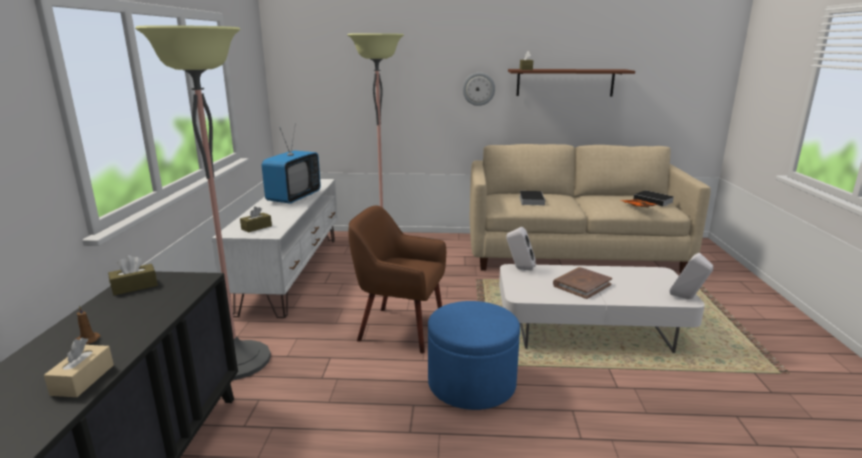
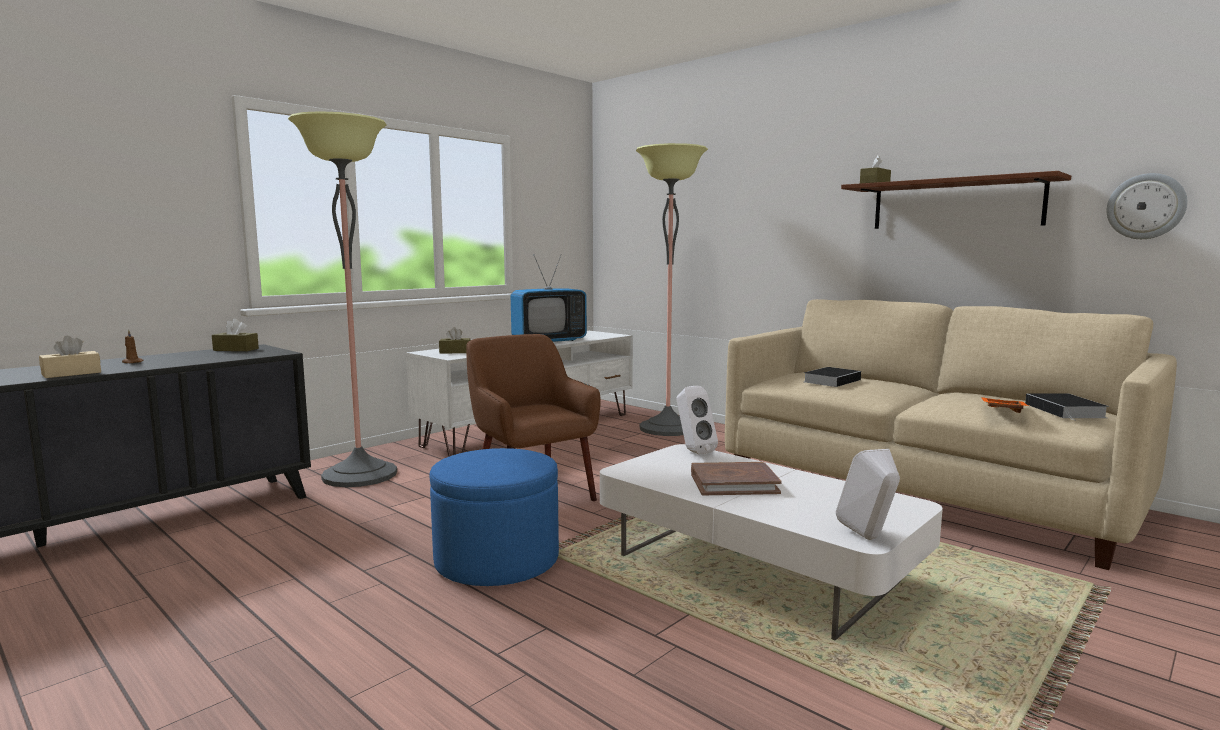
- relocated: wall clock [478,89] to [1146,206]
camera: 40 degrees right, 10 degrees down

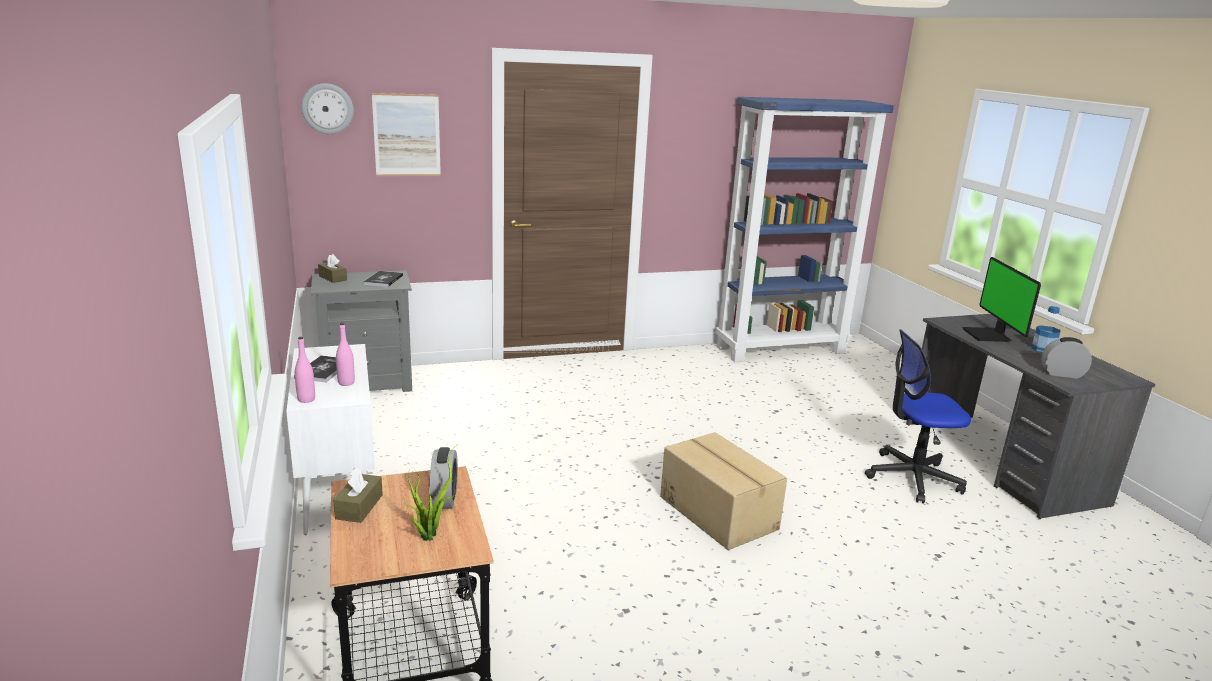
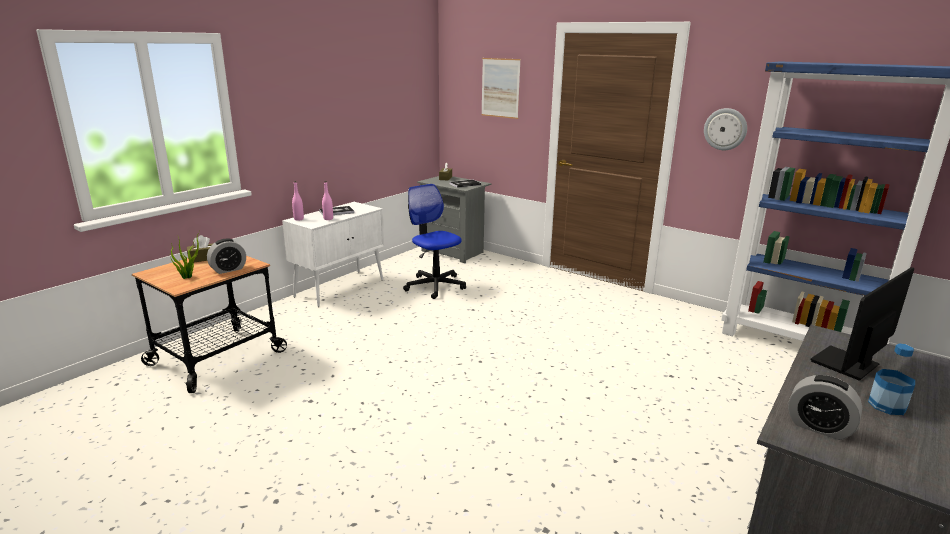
- missing: cardboard box [719,512]
- relocated: wall clock [327,108] to [725,129]
- relocated: office chair [912,477] to [435,286]
- spun: alarm clock [1062,374] = [819,427] 150 degrees clockwise
camera: 55 degrees right, 0 degrees up

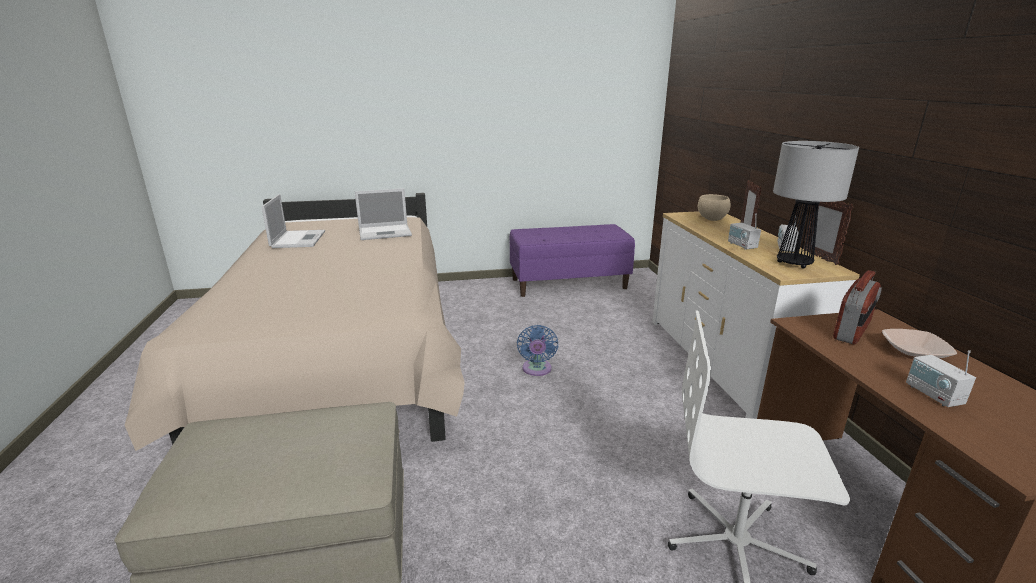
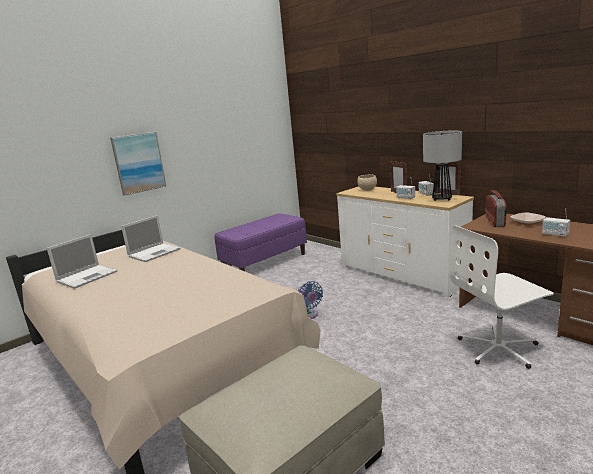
- appeared: picture [138,163]
- spun: laptop [298,239] = [88,276] 75 degrees clockwise
camera: 30 degrees left, 5 degrees down

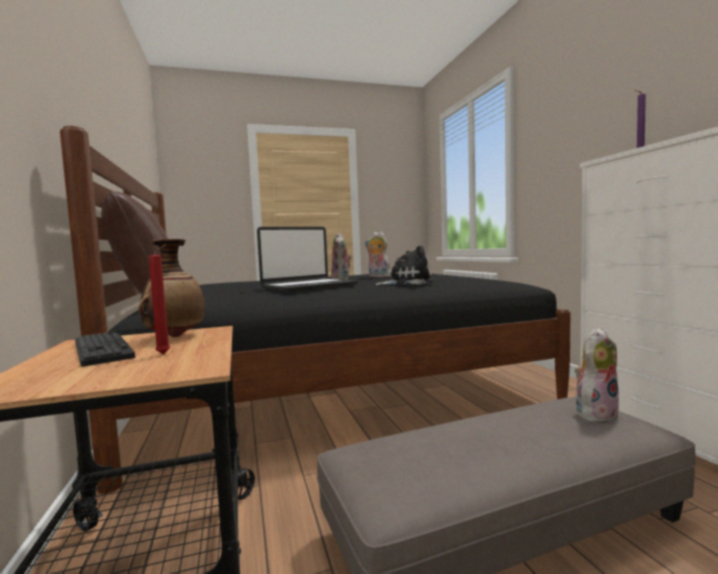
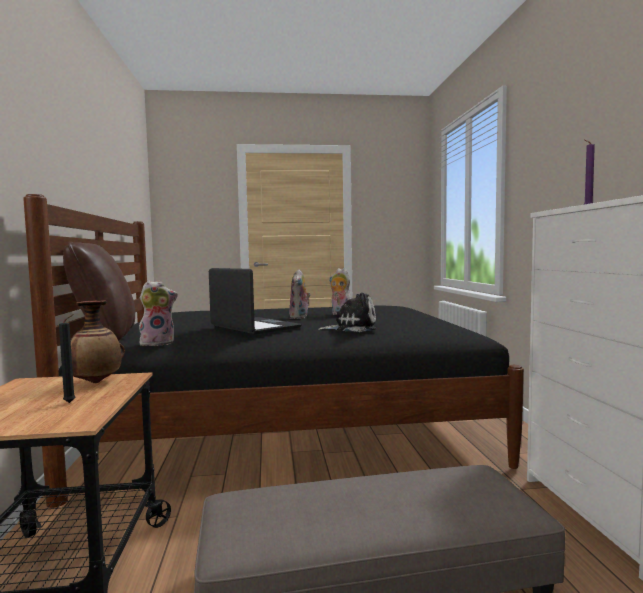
- missing: keyboard [102,349]
- relocated: plush toy [595,414] to [158,343]
- colour: red candle [166,354] to black candle [71,402]
- spun: laptop [308,286] = [254,327] 105 degrees counterclockwise
camera: 10 degrees right, 0 degrees up

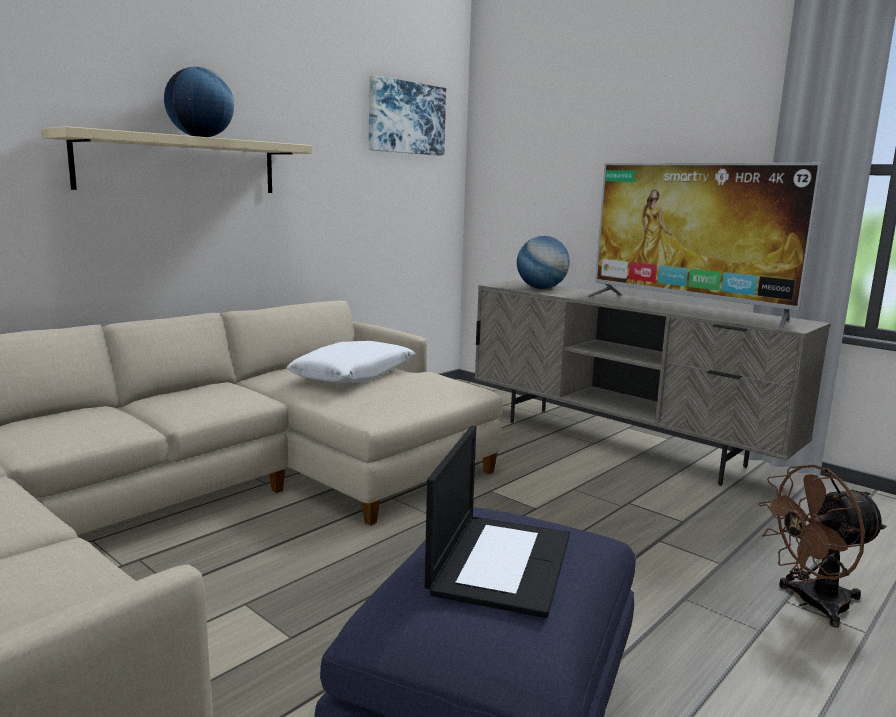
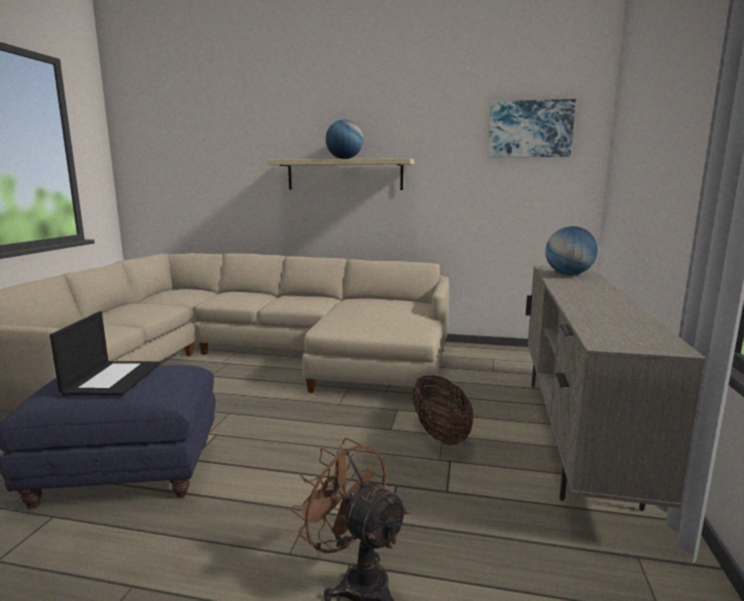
- missing: white pillow [354,375]
- missing: television [687,308]
- appeared: basket [440,434]
- spun: laptop [500,562] = [112,378] 75 degrees counterclockwise
camera: 60 degrees right, 0 degrees up

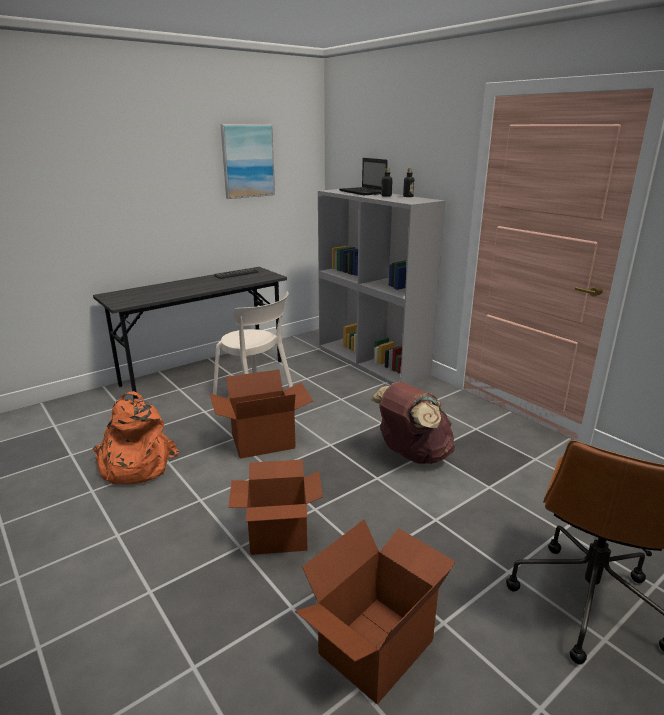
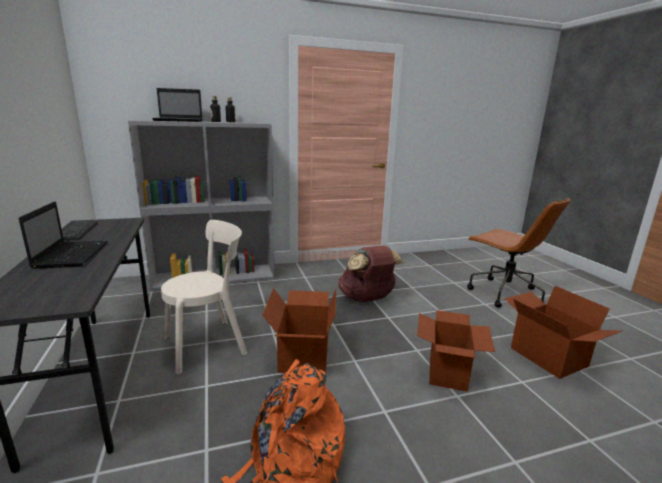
- missing: picture [248,161]
- appeared: laptop [72,254]
camera: 70 degrees left, 5 degrees down

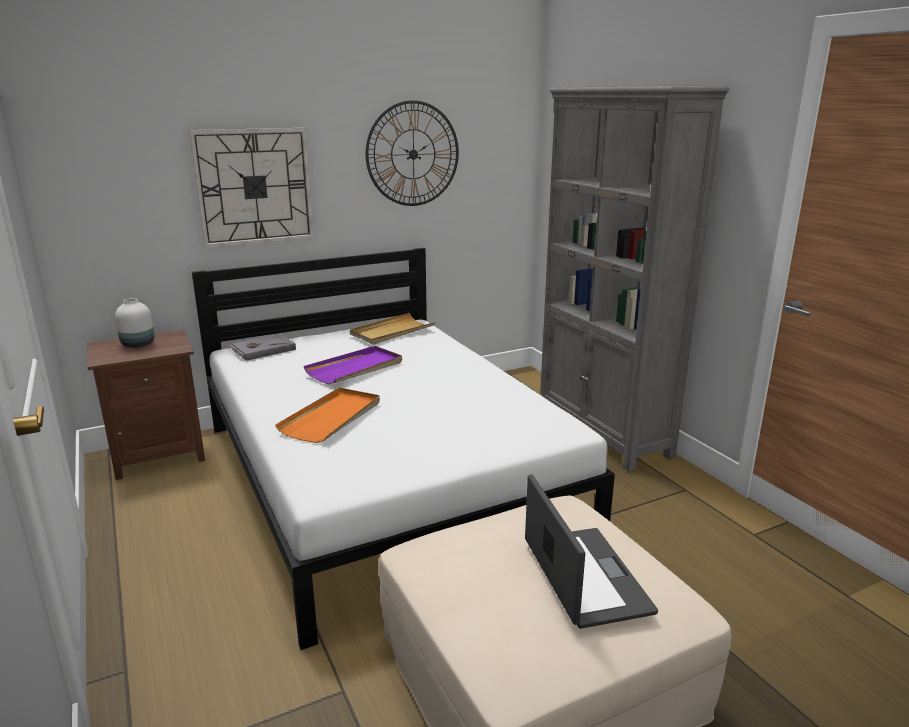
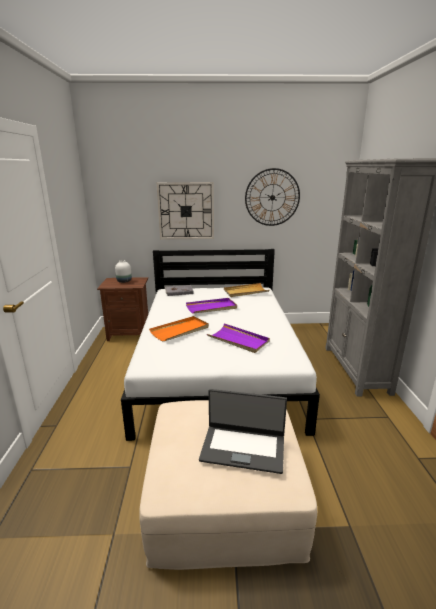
- appeared: purple tray [238,340]
- spun: laptop [584,576] = [243,448] 90 degrees clockwise
camera: 25 degrees right, 0 degrees up

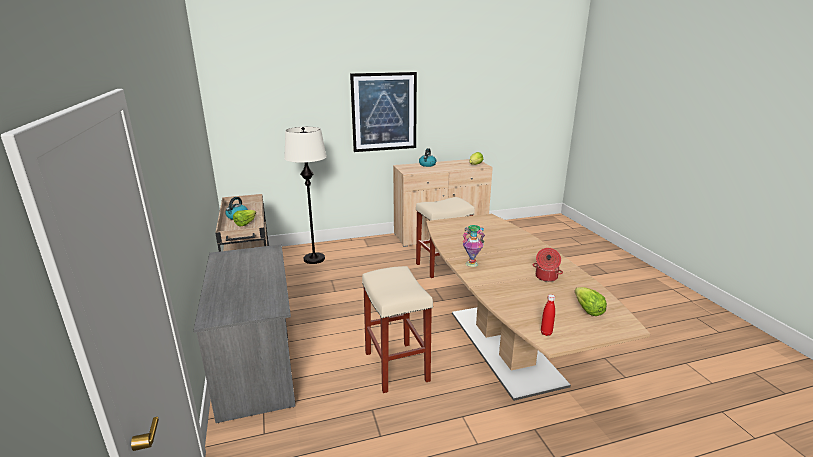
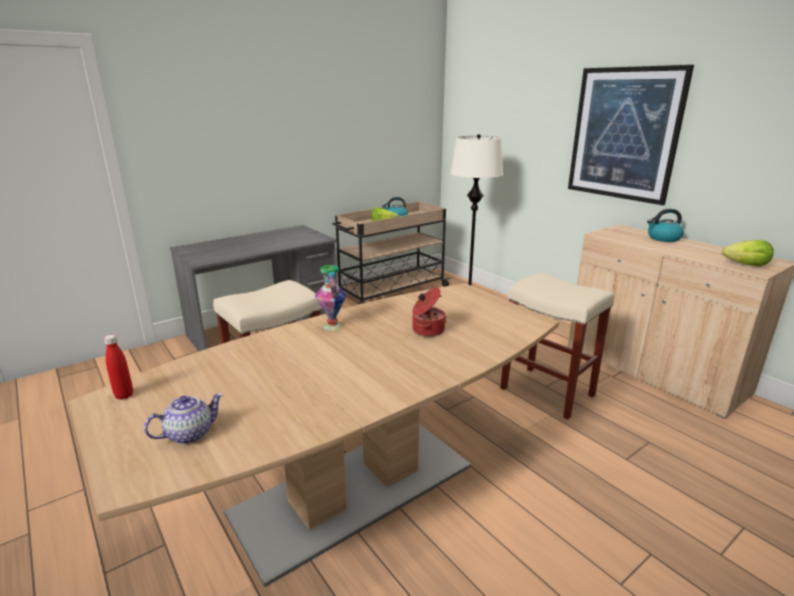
- relocated: cooking pot [546,277] to [427,330]
- exchanged: lettuce [588,310] to teapot [190,433]
camera: 70 degrees right, 0 degrees up

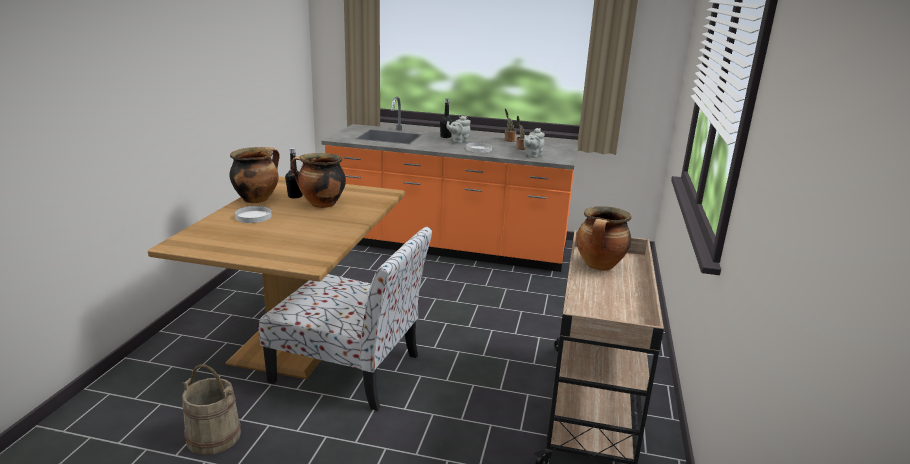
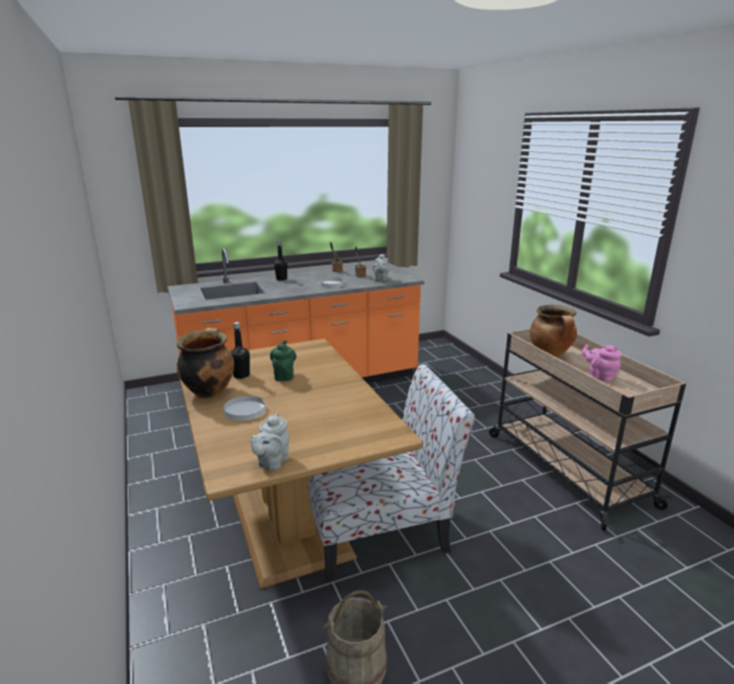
- appeared: pink teapot [599,376]
- relocated: grey teapot [458,141] to [271,463]
- exchanged: cooking pot [321,205] to green teapot [284,375]
camera: 35 degrees left, 0 degrees up

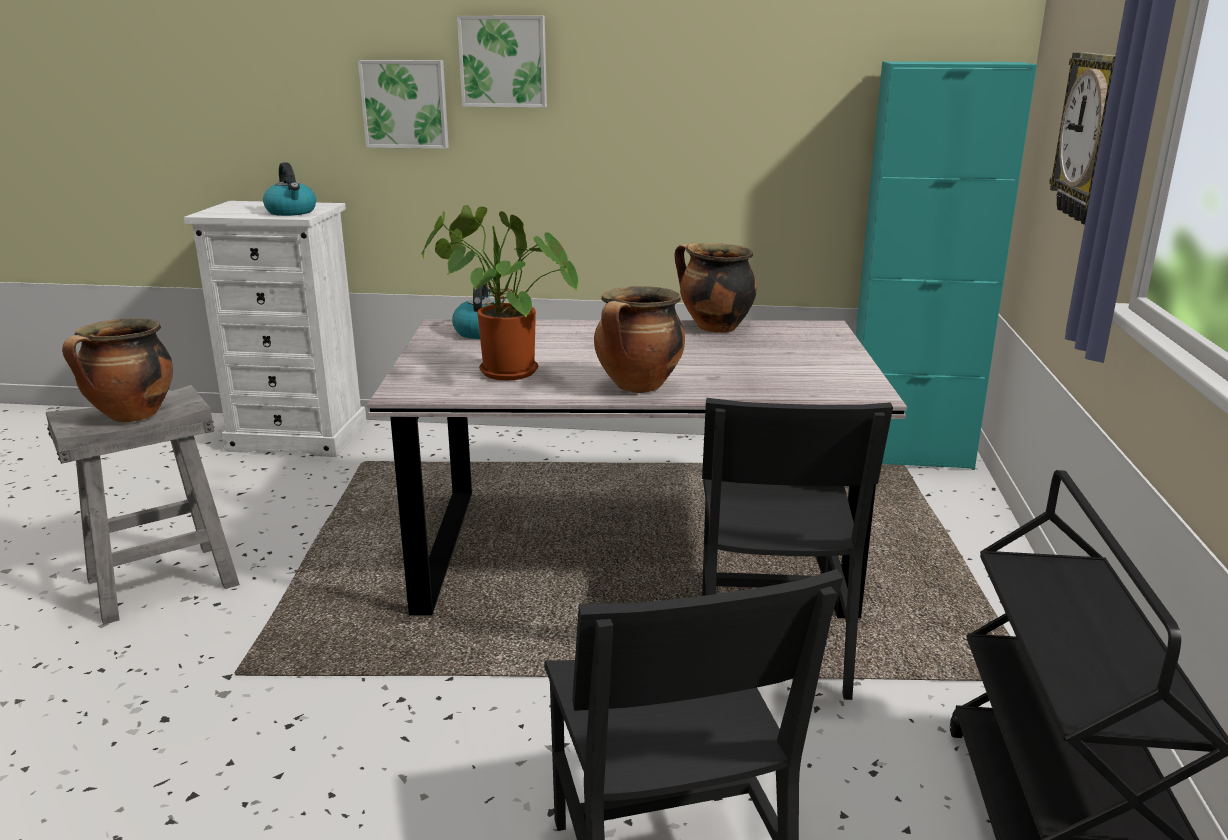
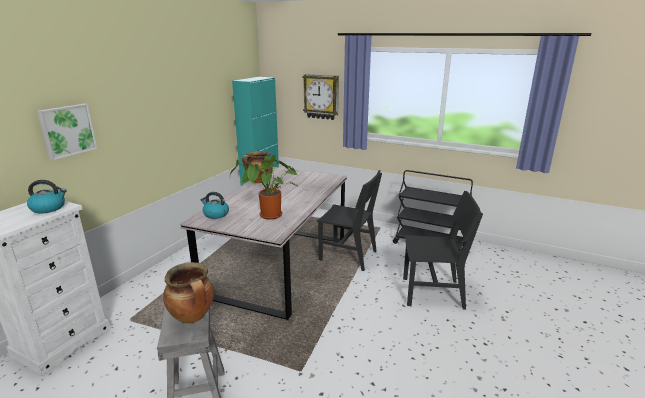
- missing: picture [503,61]
- missing: cooking pot [638,387]
camera: 70 degrees left, 0 degrees up

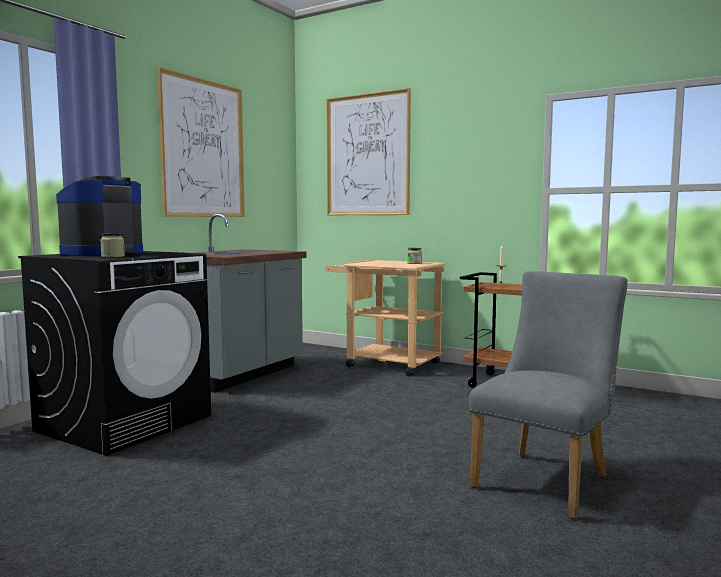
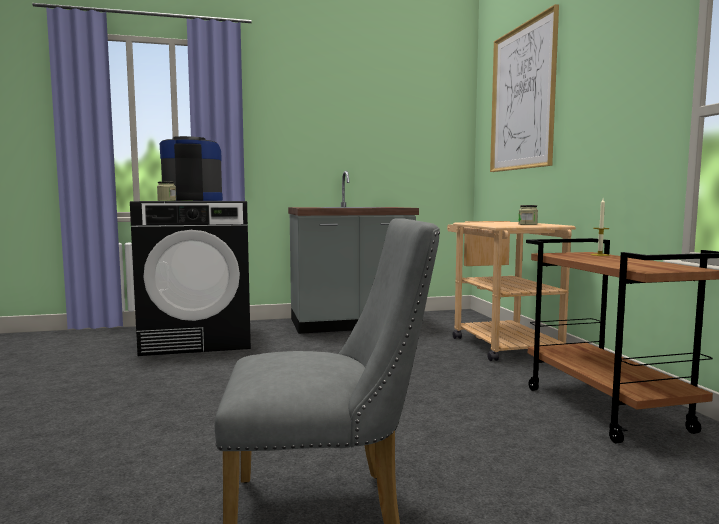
- missing: picture [203,149]
camera: 45 degrees right, 0 degrees up

